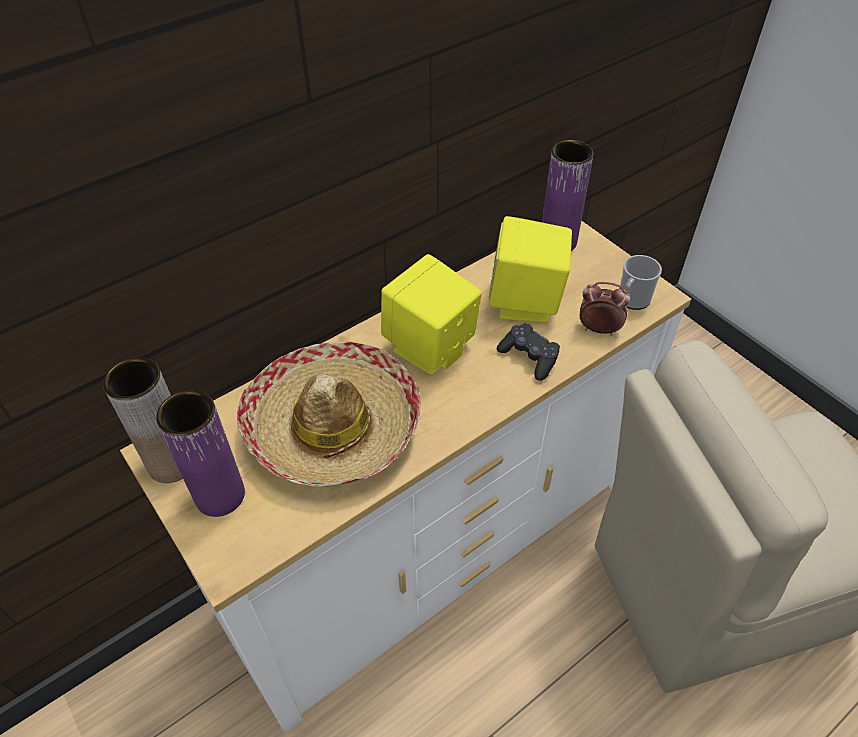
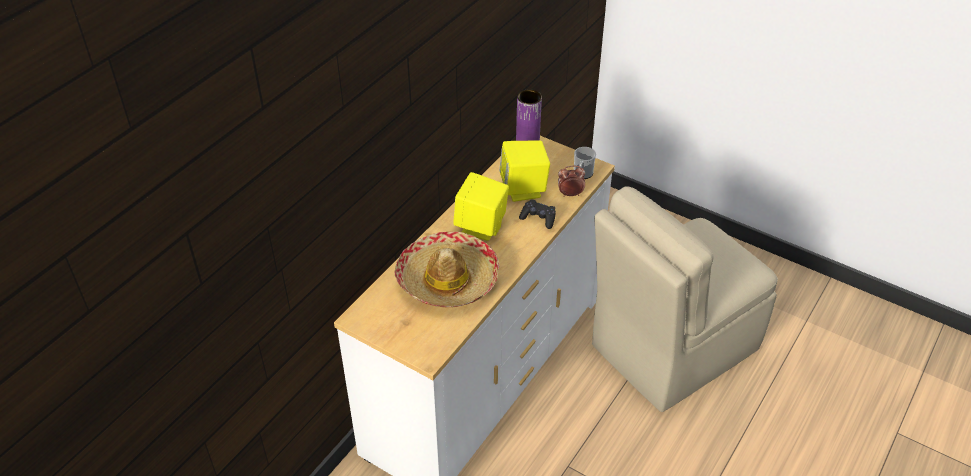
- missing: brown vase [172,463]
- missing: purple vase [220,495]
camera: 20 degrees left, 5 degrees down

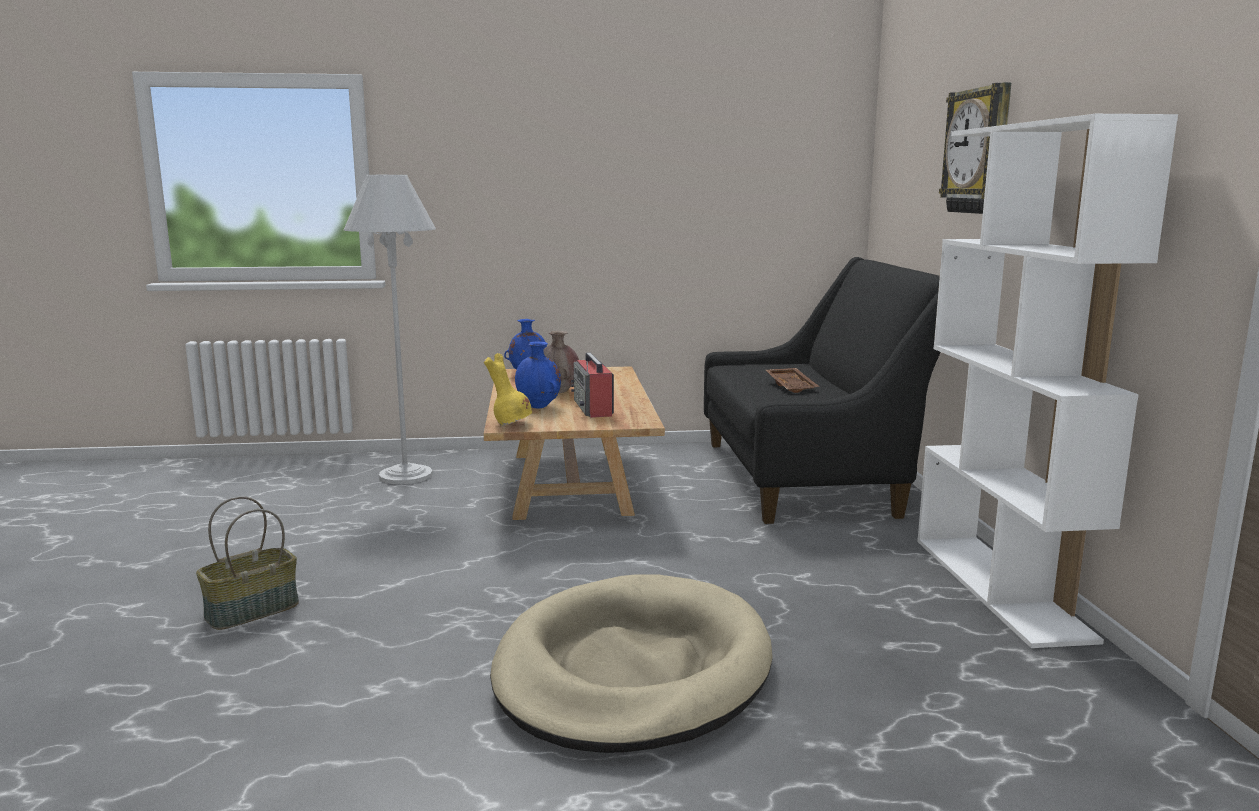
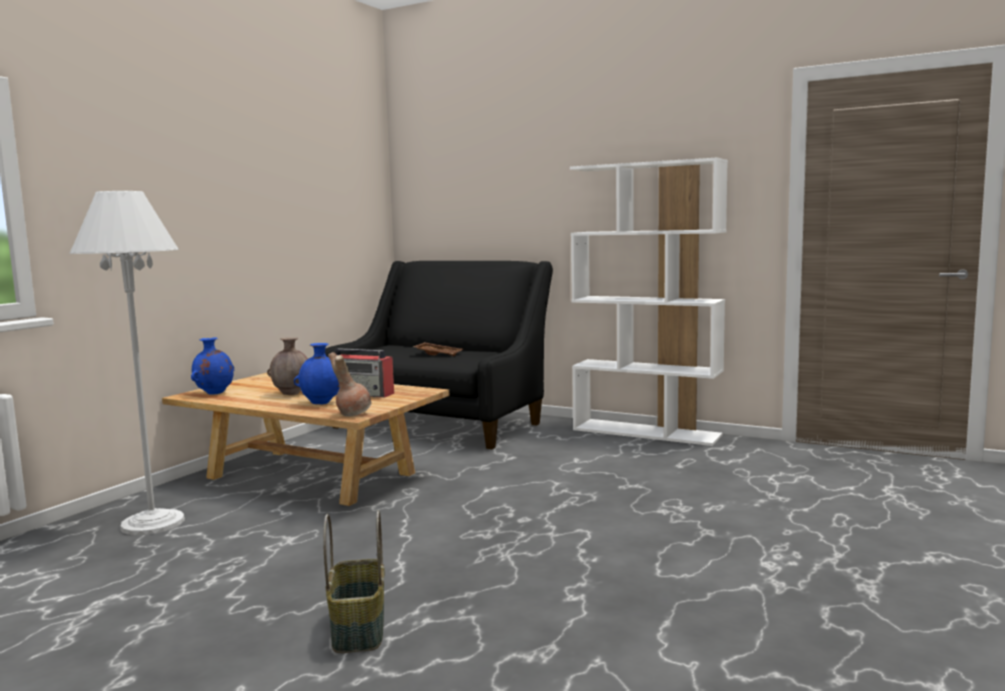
- missing: beige dog bed [632,671]
- missing: wall clock [978,151]
- colour: yellow vase [511,424] to brown vase [352,414]
camera: 55 degrees left, 5 degrees down

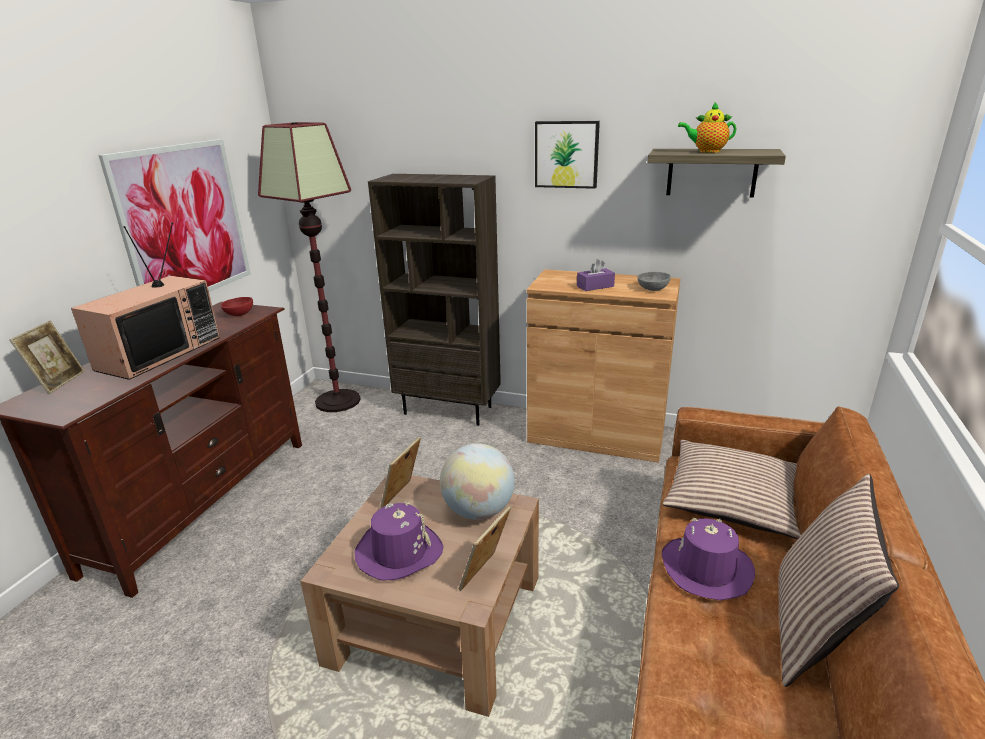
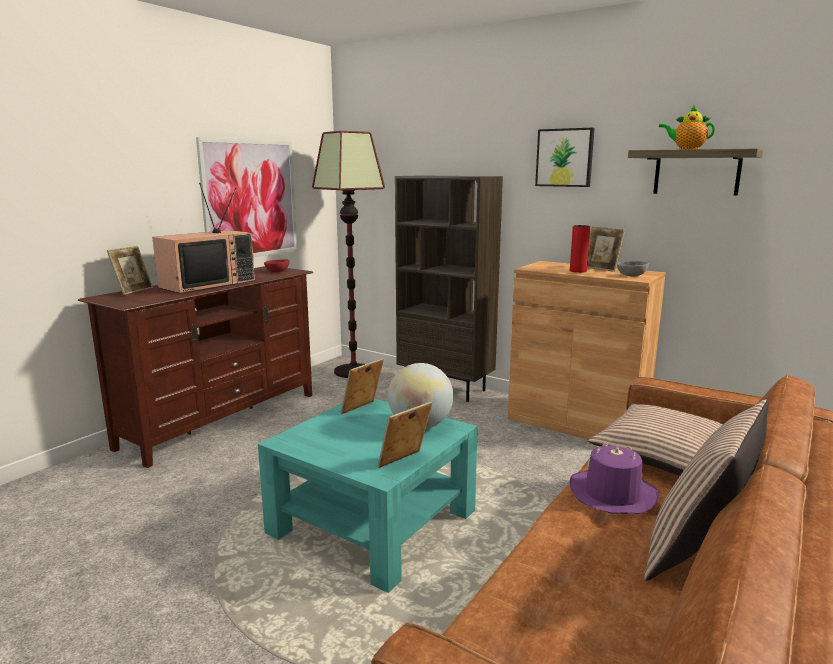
- missing: purple hat [399,551]
- appeared: picture frame [601,268]
- exchanged: purple tissue box [595,286] to red vase [578,271]
- colour: brown coffee table [437,619] to turquoise coffee table [373,522]
camera: 15 degrees right, 10 degrees down

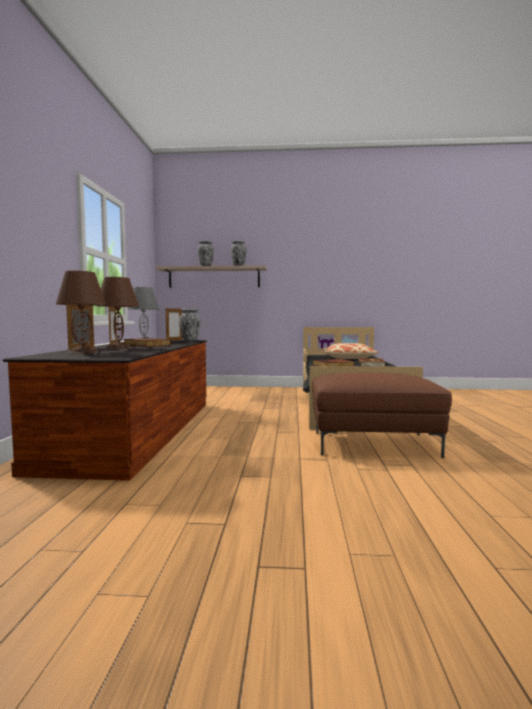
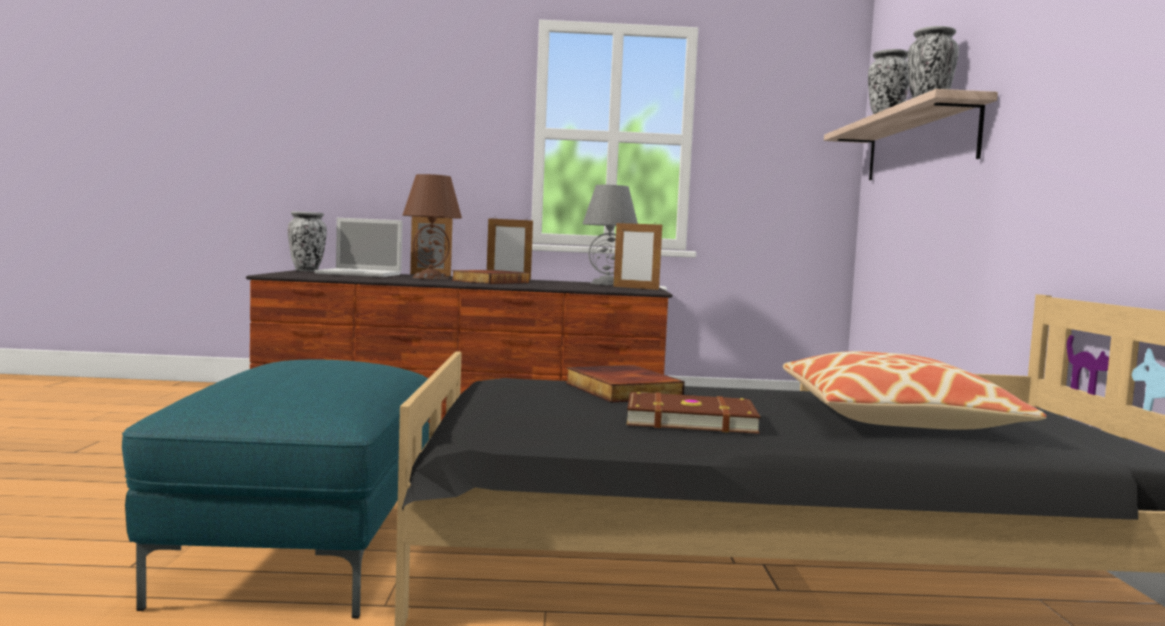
- relocated: vase [190,341] to [307,270]
- exchanged: brown table lamp [83,352] to laptop [361,274]
- colour: brown ottoman [374,443] to turquoise ottoman [306,550]
camera: 85 degrees right, 0 degrees up

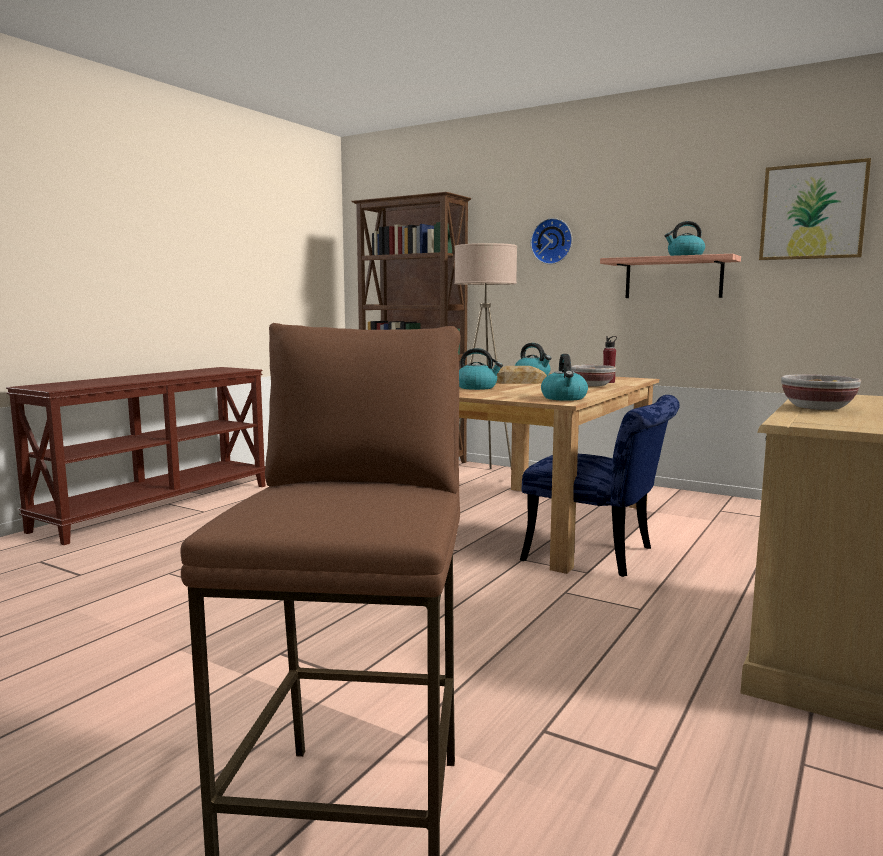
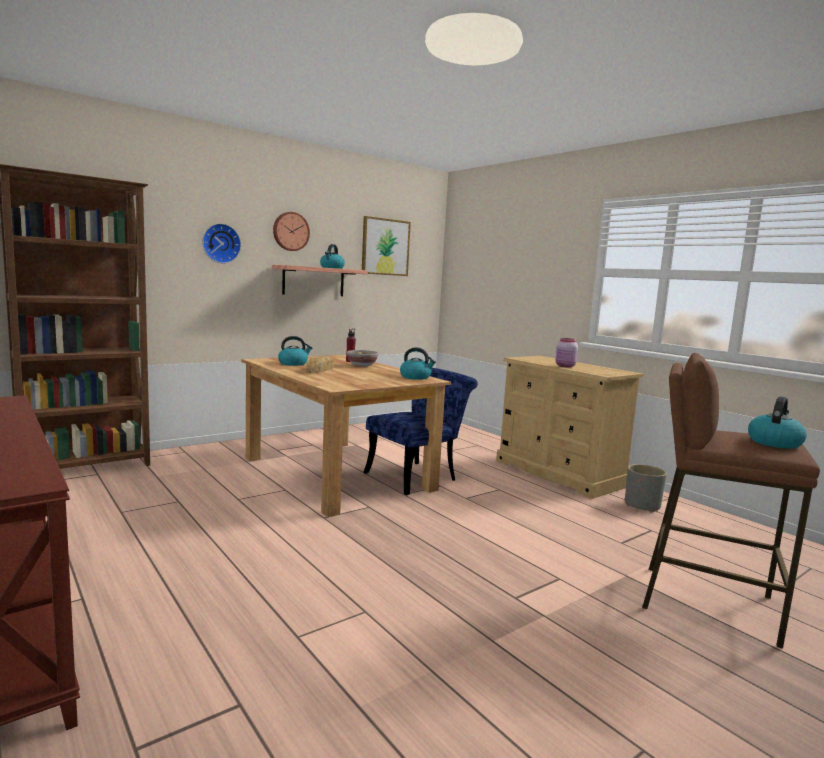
- missing: beige floor lamp [484,476]
- appeared: wall clock [290,231]
- appeared: grey planter [642,505]
- relocated: kettle [477,387] to [774,442]
- exchanged: bowl [816,408] to pink jar [565,366]
camera: 70 degrees left, 0 degrees up

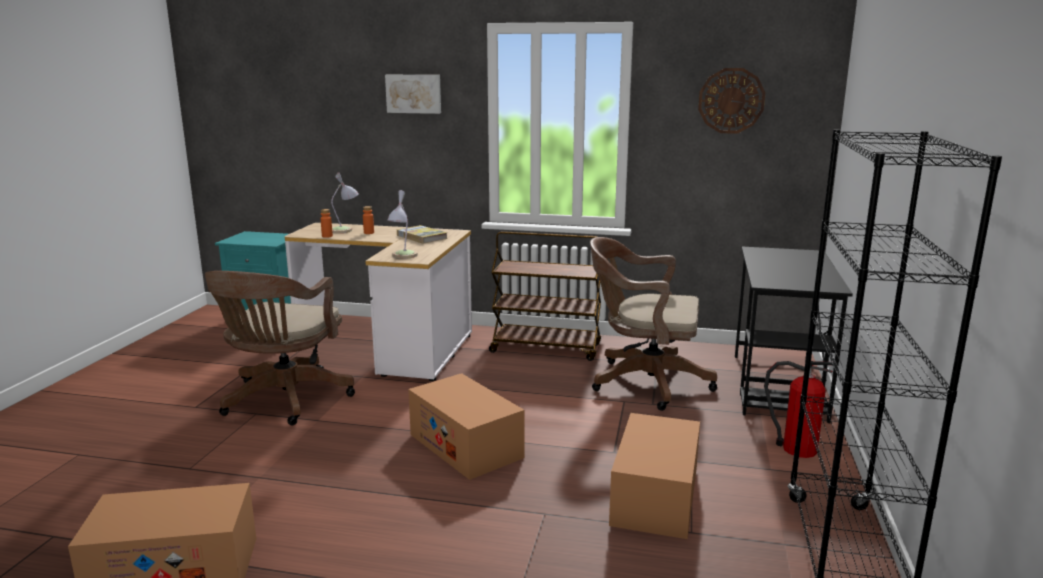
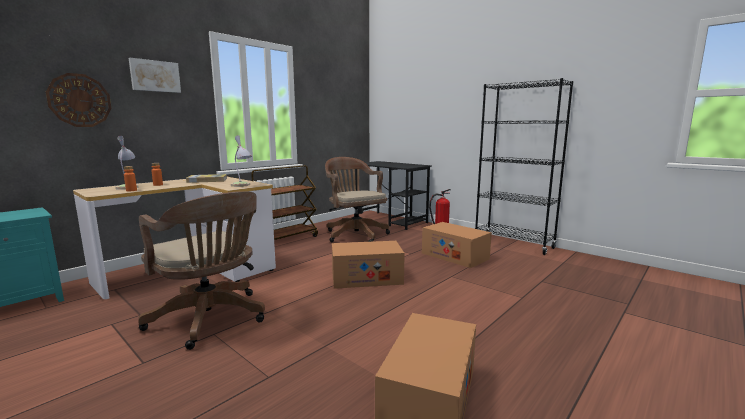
- relocated: wall clock [731,100] to [80,100]
- spun: brown office chair [644,382] = [354,234] 105 degrees clockwise
camera: 60 degrees left, 5 degrees down

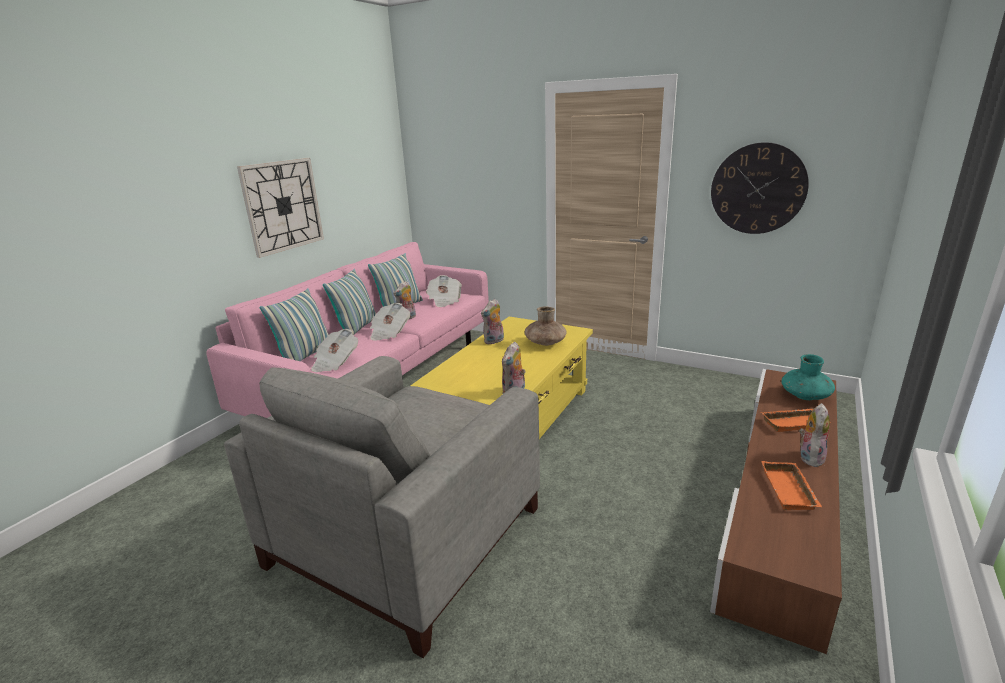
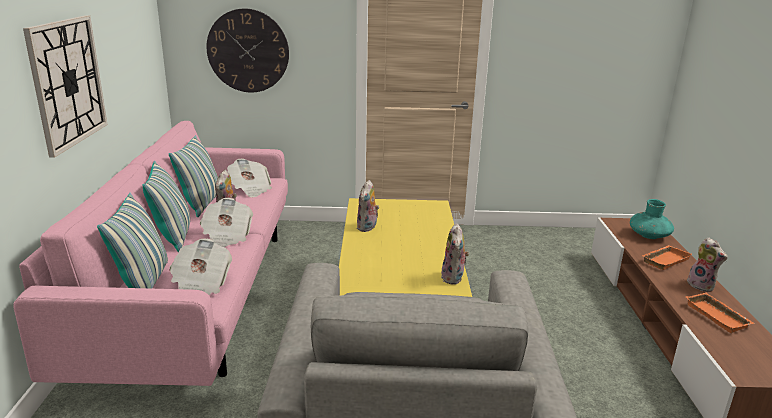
- missing: brown vase [545,343]
- relocated: wall clock [758,189] to [248,51]
- spun: plush toy [809,457] = [702,285] 150 degrees clockwise
camera: 30 degrees left, 0 degrees up

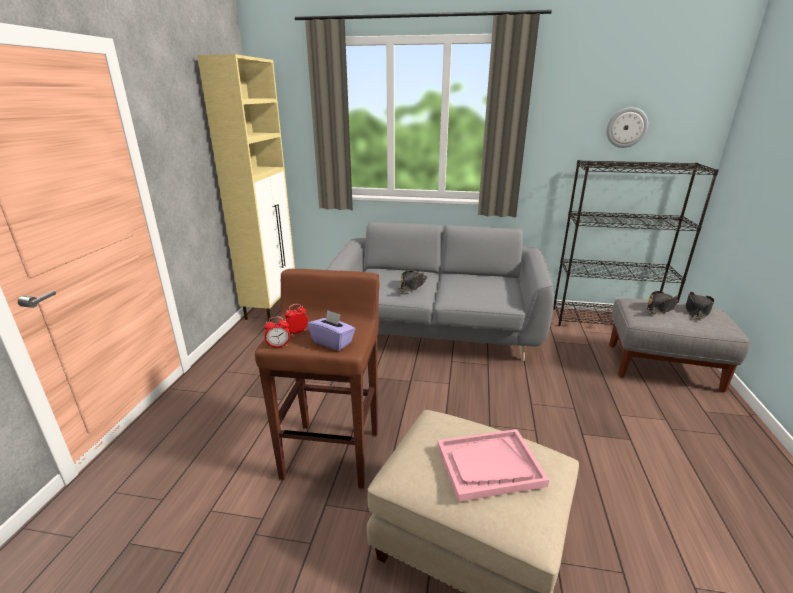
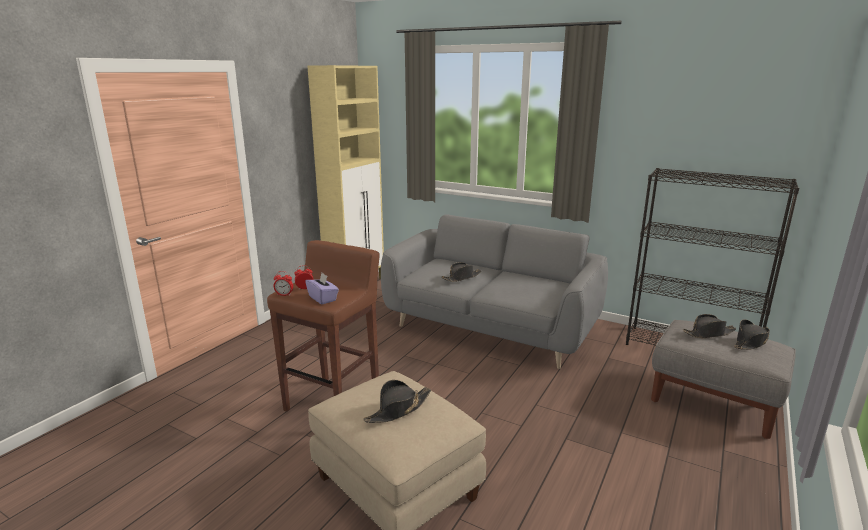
- missing: wall clock [626,127]
- exchanged: pink tray [489,465] to black hat [398,409]
camera: 20 degrees right, 5 degrees down

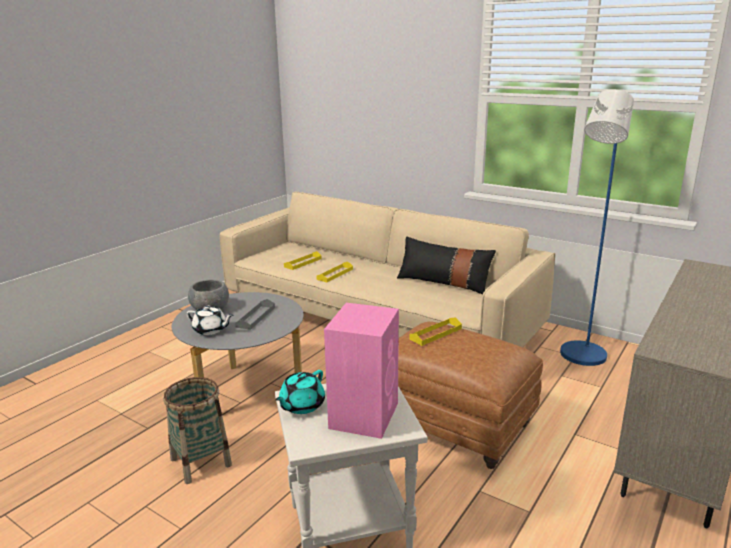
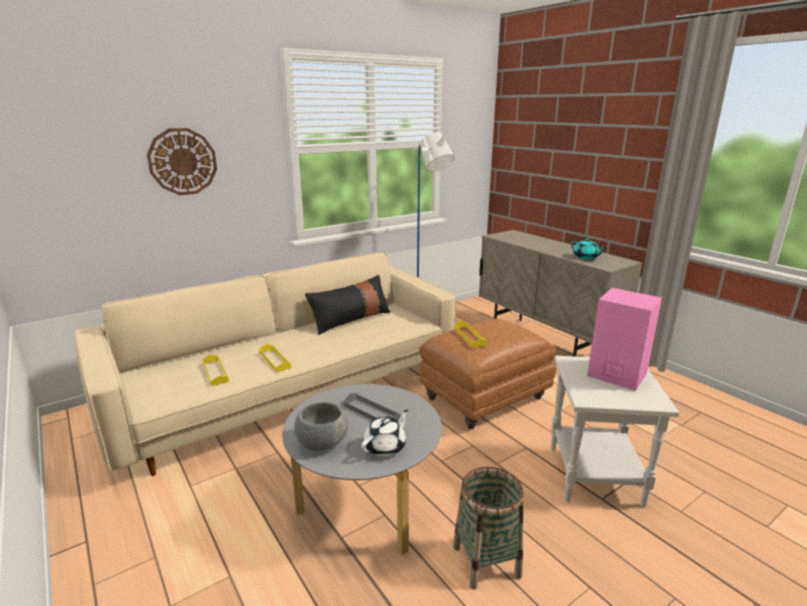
- appeared: wall clock [182,162]
- relocated: turquoise teapot [301,405] to [585,257]
camera: 70 degrees left, 0 degrees up

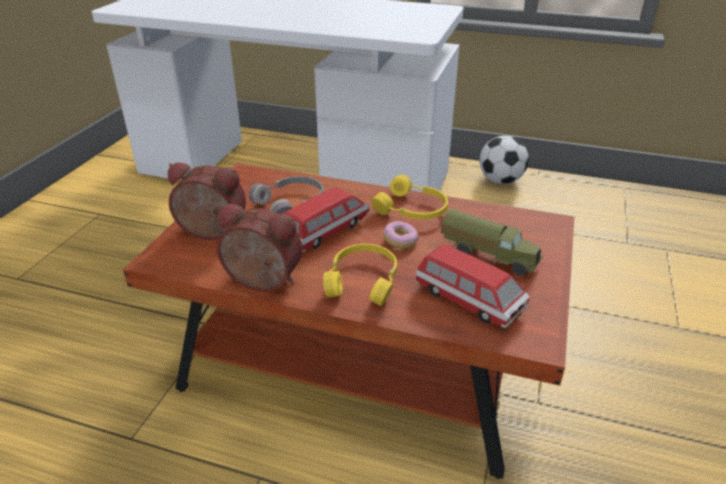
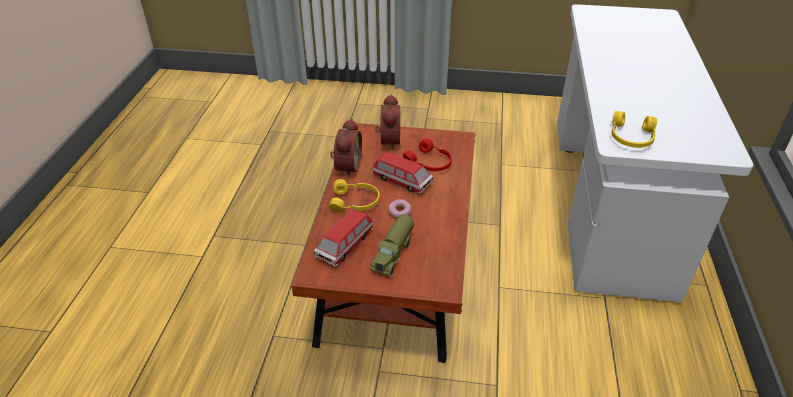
- missing: football [500,180]
- relocated: yellow headphones [412,210] to [630,137]
- colour: grey headphones [291,204] to red headphones [429,163]
camera: 80 degrees right, 5 degrees up

